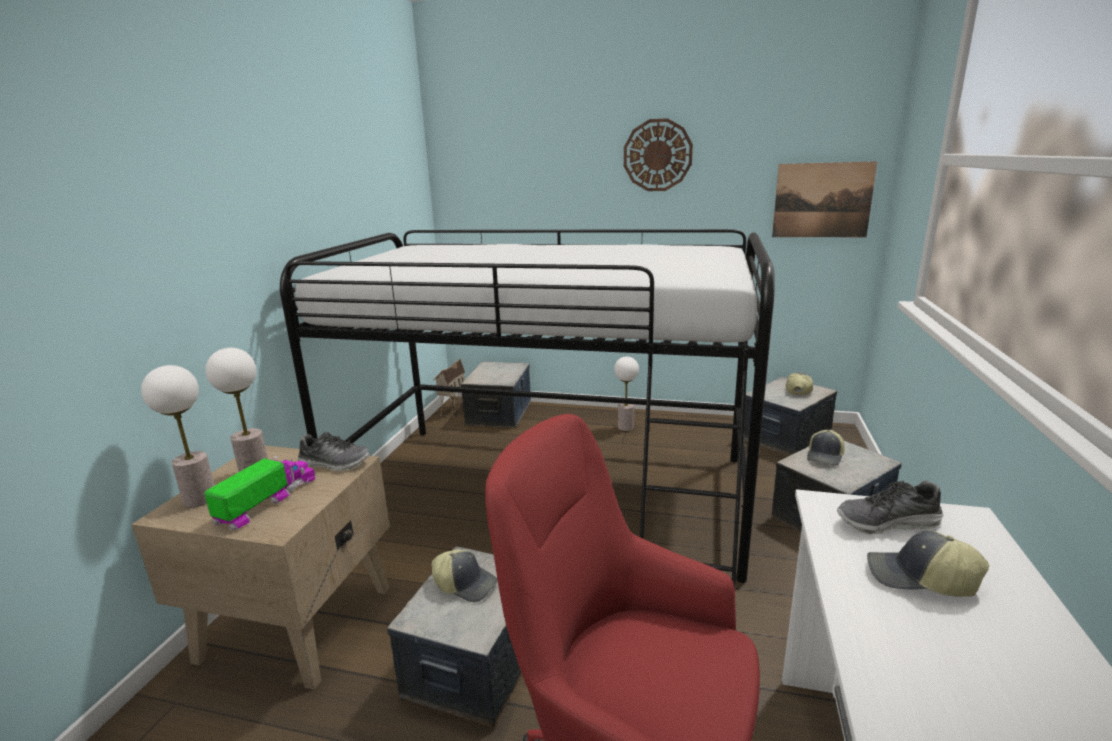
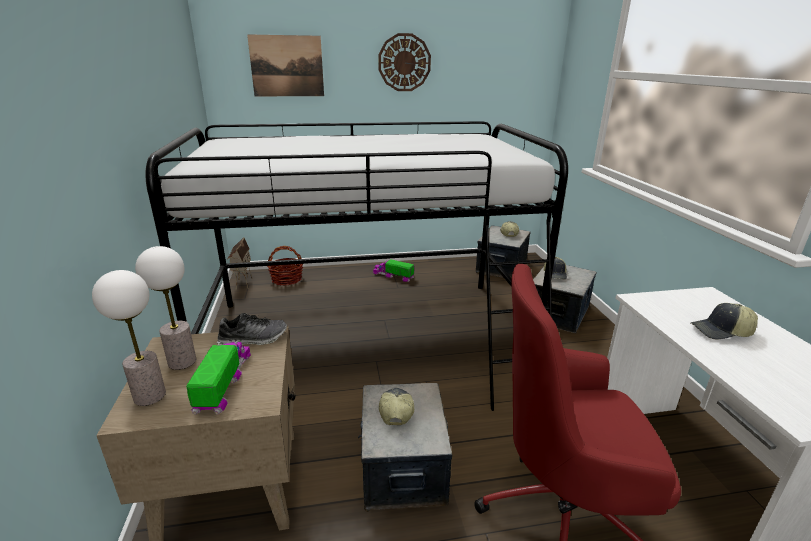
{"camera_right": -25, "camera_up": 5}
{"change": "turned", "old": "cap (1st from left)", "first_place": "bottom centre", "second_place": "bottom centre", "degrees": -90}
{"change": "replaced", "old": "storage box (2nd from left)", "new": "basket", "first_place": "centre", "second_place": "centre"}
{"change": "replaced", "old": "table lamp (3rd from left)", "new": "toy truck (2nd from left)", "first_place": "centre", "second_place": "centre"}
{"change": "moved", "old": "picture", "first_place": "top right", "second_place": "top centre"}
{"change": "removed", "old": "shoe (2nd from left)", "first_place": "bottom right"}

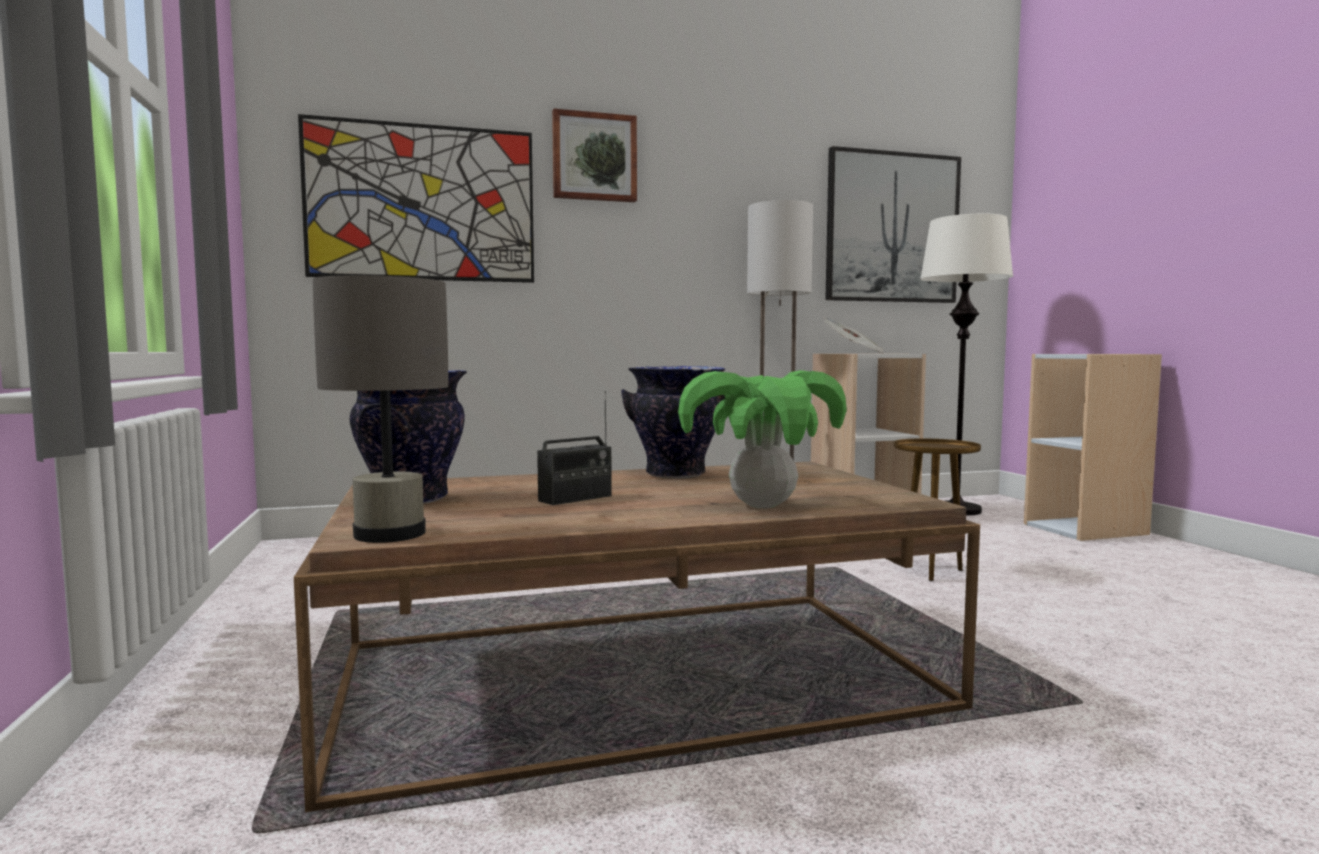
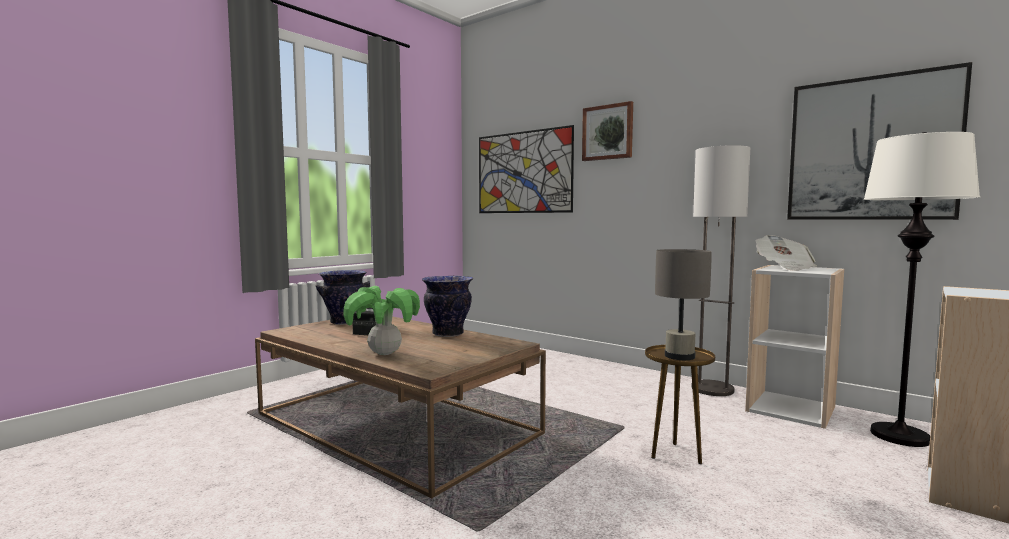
{"camera_right": 55, "camera_up": 0}
{"change": "moved", "old": "grey table lamp", "first_place": "middle left", "second_place": "middle right"}

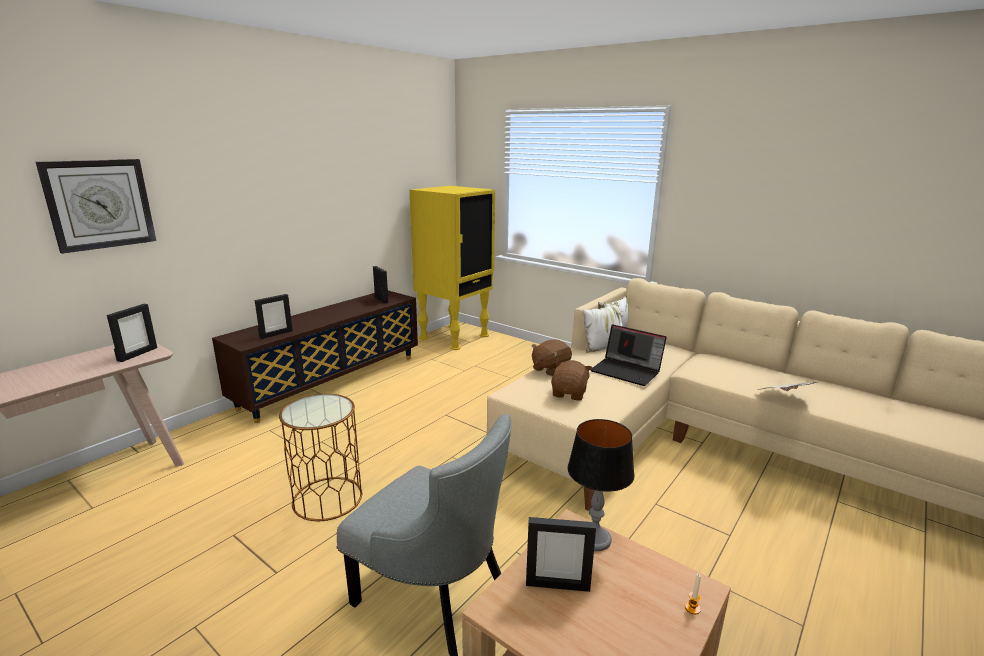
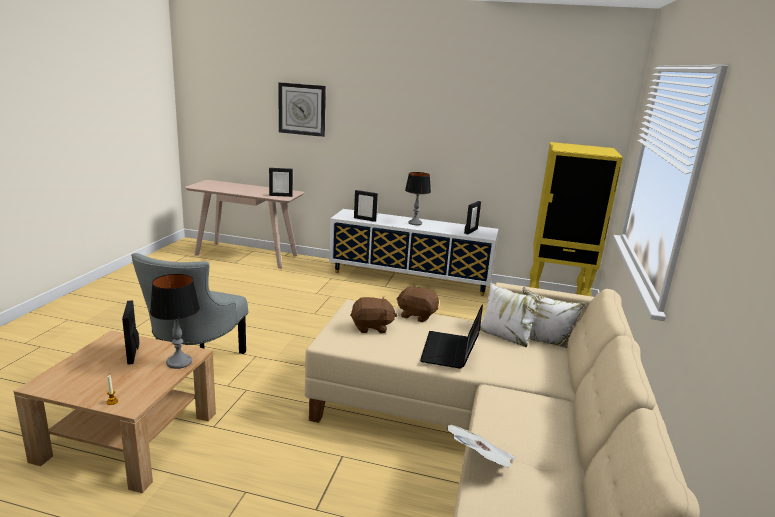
{"camera_right": 65, "camera_up": 0}
{"change": "recoloured", "old": "brown tv stand", "new": "white tv stand", "first_place": "middle left", "second_place": "centre"}
{"change": "removed", "old": "brown side table", "first_place": "bottom left"}
{"change": "added", "new": "table lamp (2nd from left)", "second_place": "centre"}

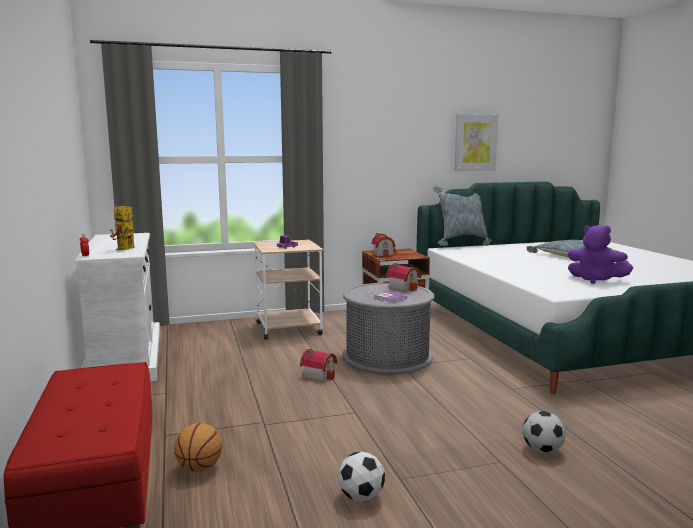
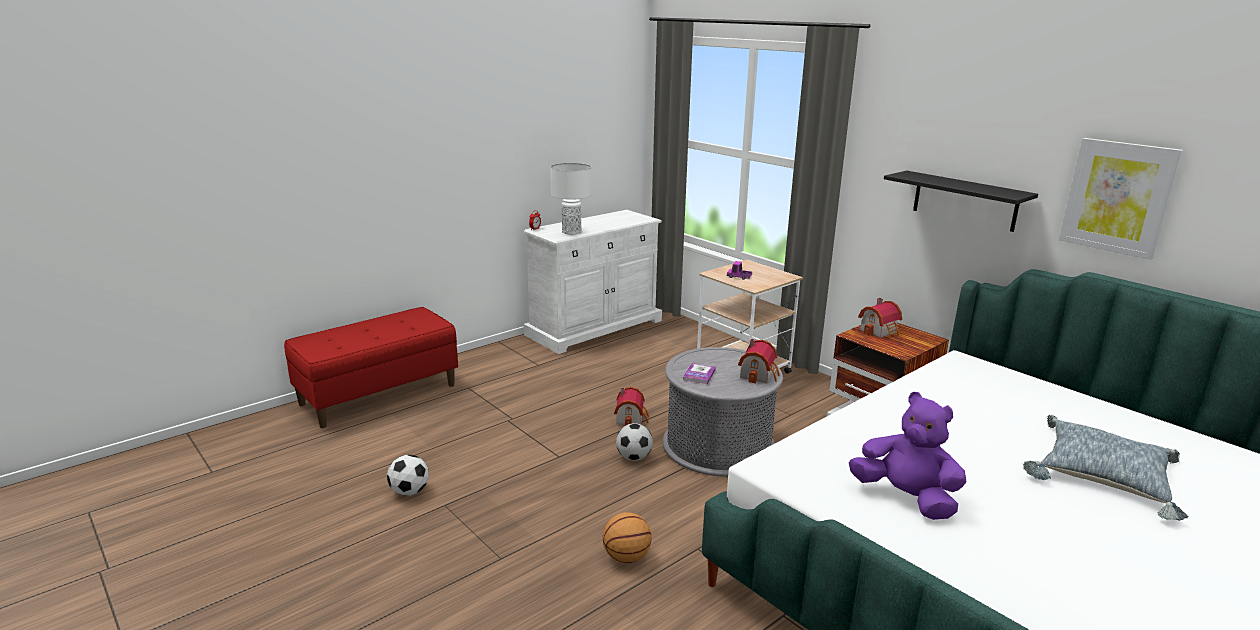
{"camera_right": 65, "camera_up": 10}
{"change": "replaced", "old": "toy robot", "new": "white table lamp", "first_place": "middle left", "second_place": "top centre"}
{"change": "moved", "old": "basketball", "first_place": "bottom left", "second_place": "bottom centre"}
{"change": "removed", "old": "pillow (1st from left)", "first_place": "middle right"}
{"change": "moved", "old": "football (2nd from left)", "first_place": "bottom right", "second_place": "bottom centre"}
{"change": "turned", "old": "purple plush toy", "first_place": "middle right", "second_place": "bottom right", "degrees": 120}
{"change": "added", "new": "black shelf", "second_place": "top right"}

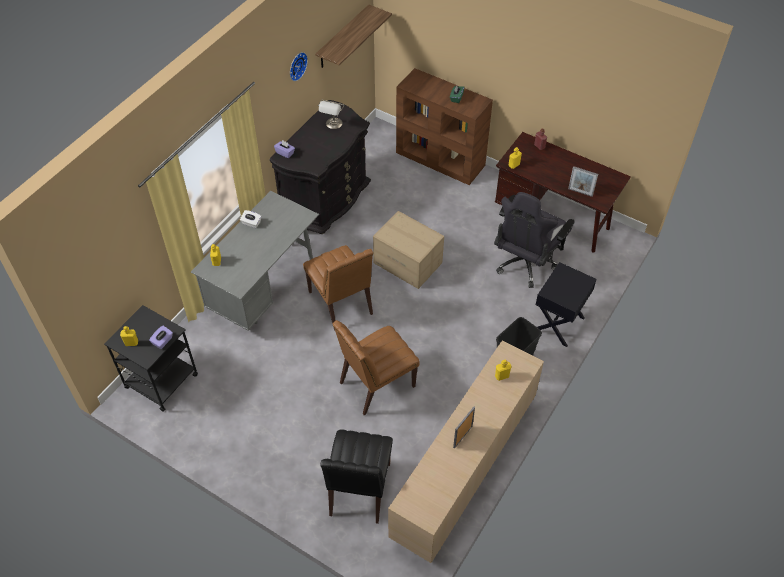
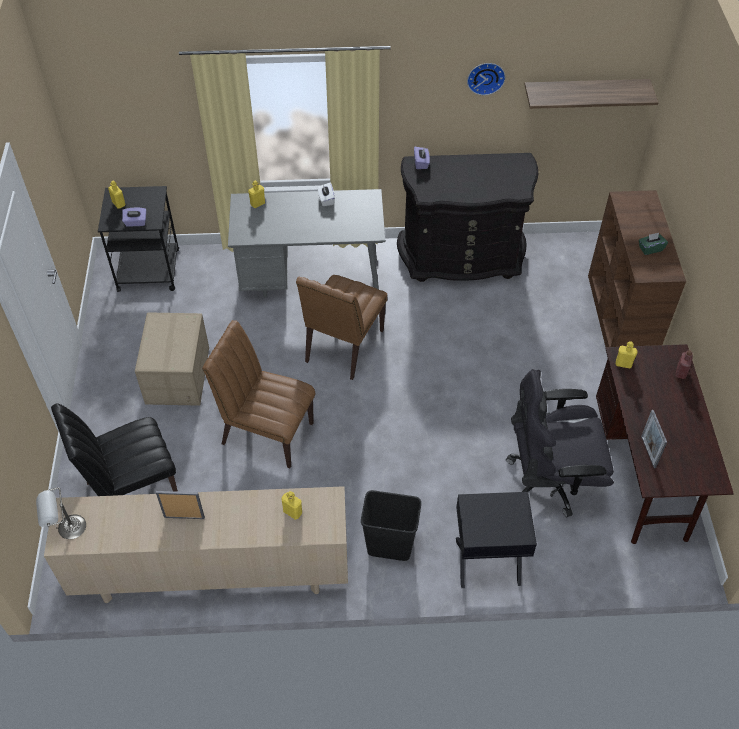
{"camera_right": 55, "camera_up": 0}
{"change": "moved", "old": "white table lamp", "first_place": "top centre", "second_place": "bottom left"}
{"change": "moved", "old": "cardboard box", "first_place": "centre", "second_place": "middle left"}

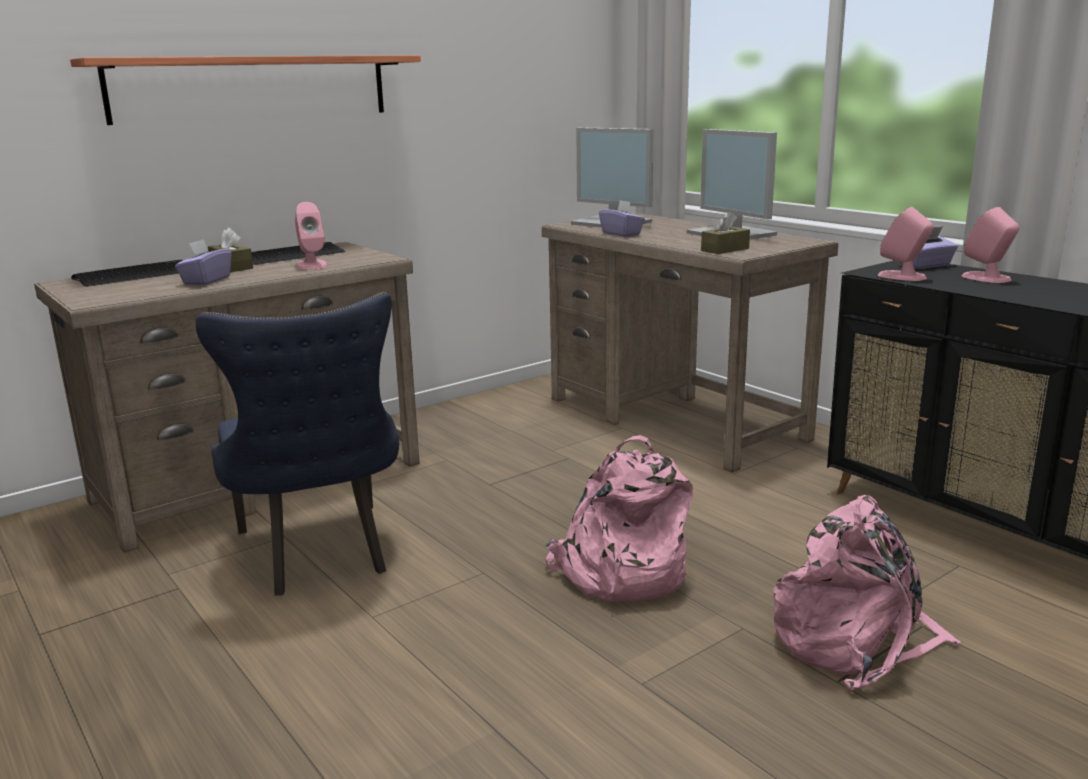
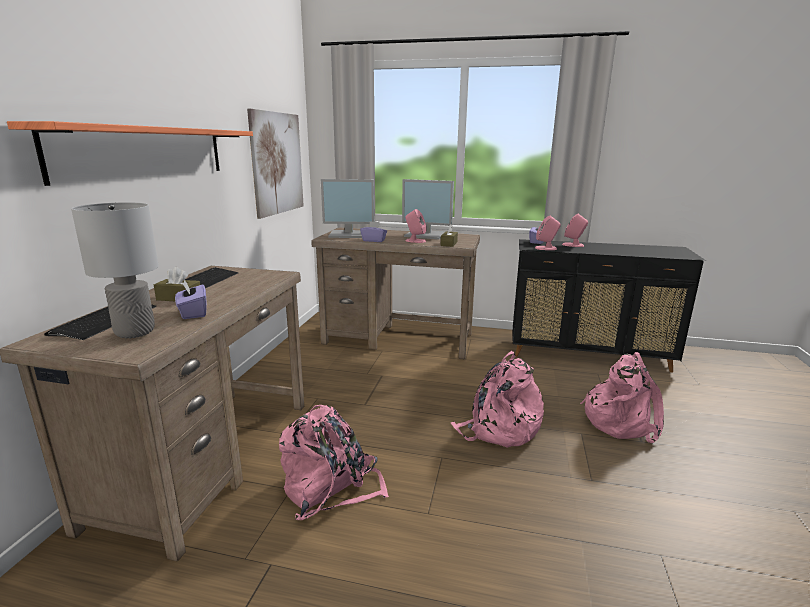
{"camera_right": -40, "camera_up": 0}
{"change": "replaced", "old": "blue chair", "new": "pink backpack (1st from left)", "first_place": "middle left", "second_place": "bottom centre"}
{"change": "moved", "old": "pink speaker (1st from left)", "first_place": "top left", "second_place": "centre"}
{"change": "added", "new": "grey table lamp", "second_place": "middle left"}
{"change": "added", "new": "picture", "second_place": "top centre"}

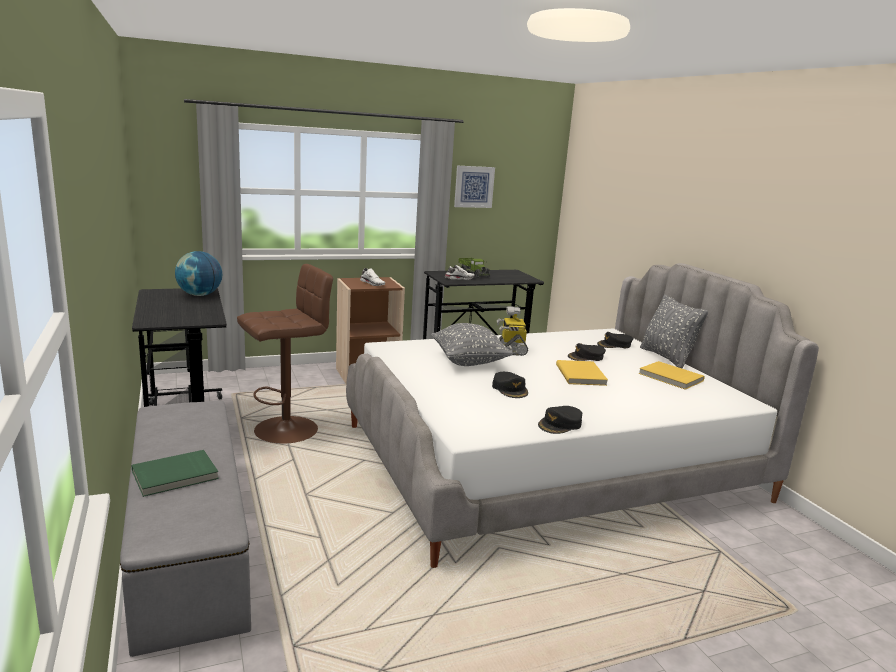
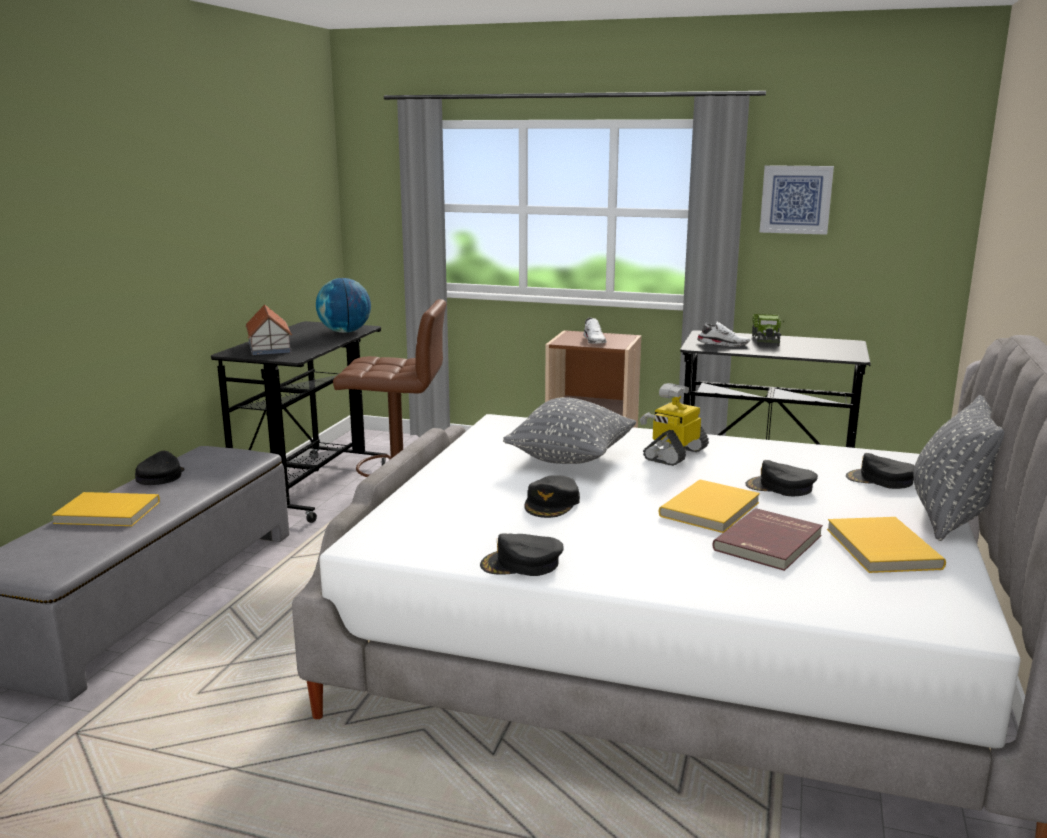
{"camera_right": 40, "camera_up": 0}
{"change": "recoloured", "old": "green book", "new": "yellow book (1st from left)", "first_place": "bottom left", "second_place": "middle left"}
{"change": "added", "new": "black cap (1st from left)", "second_place": "middle left"}
{"change": "added", "new": "toy house", "second_place": "middle left"}
{"change": "added", "new": "red book", "second_place": "middle right"}

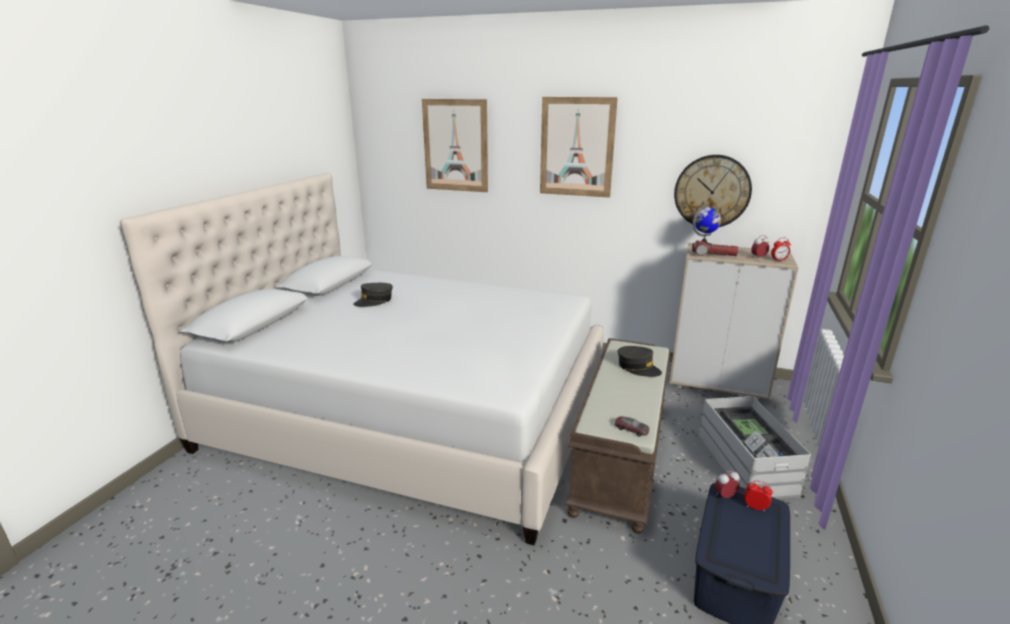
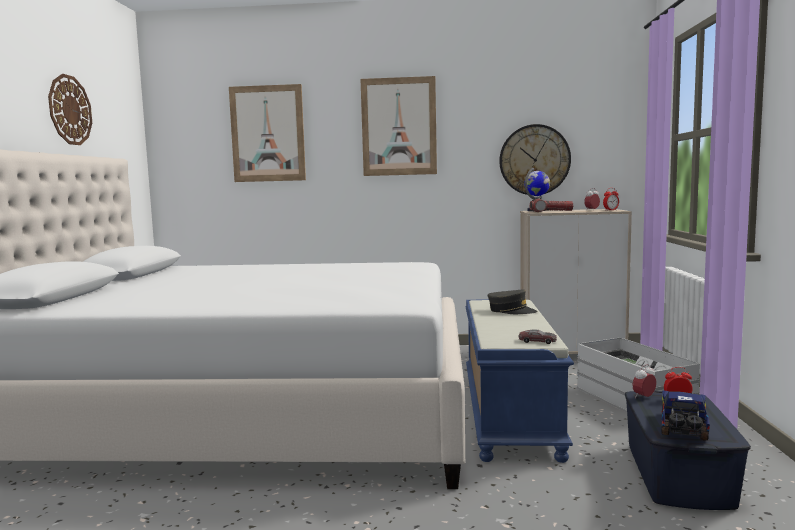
{"camera_right": -15, "camera_up": -15}
{"change": "removed", "old": "grey cap (1st from left)", "first_place": "centre"}
{"change": "recoloured", "old": "brown bench", "new": "blue bench", "first_place": "bottom centre", "second_place": "bottom centre"}
{"change": "added", "new": "wall clock (1st from left)", "second_place": "top left"}
{"change": "added", "new": "toy truck", "second_place": "bottom right"}

